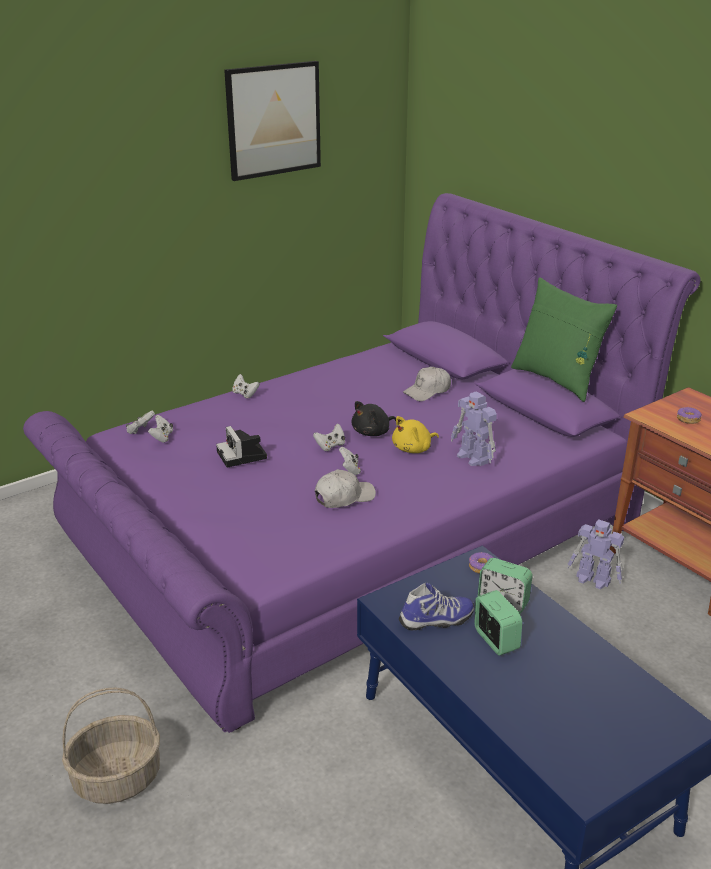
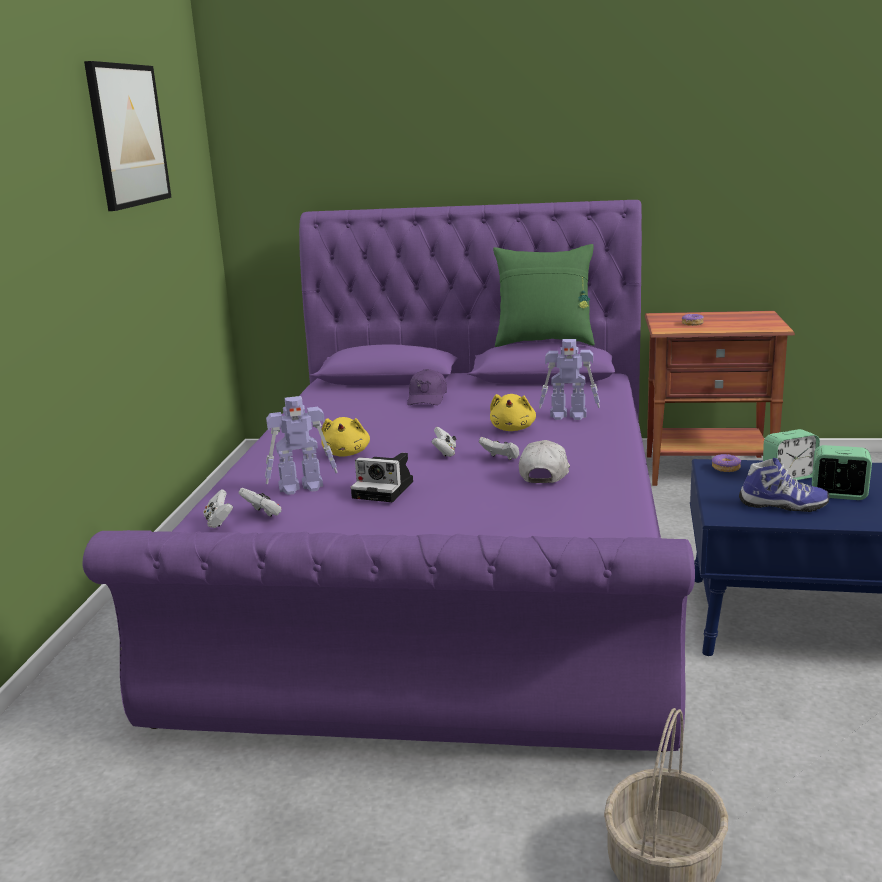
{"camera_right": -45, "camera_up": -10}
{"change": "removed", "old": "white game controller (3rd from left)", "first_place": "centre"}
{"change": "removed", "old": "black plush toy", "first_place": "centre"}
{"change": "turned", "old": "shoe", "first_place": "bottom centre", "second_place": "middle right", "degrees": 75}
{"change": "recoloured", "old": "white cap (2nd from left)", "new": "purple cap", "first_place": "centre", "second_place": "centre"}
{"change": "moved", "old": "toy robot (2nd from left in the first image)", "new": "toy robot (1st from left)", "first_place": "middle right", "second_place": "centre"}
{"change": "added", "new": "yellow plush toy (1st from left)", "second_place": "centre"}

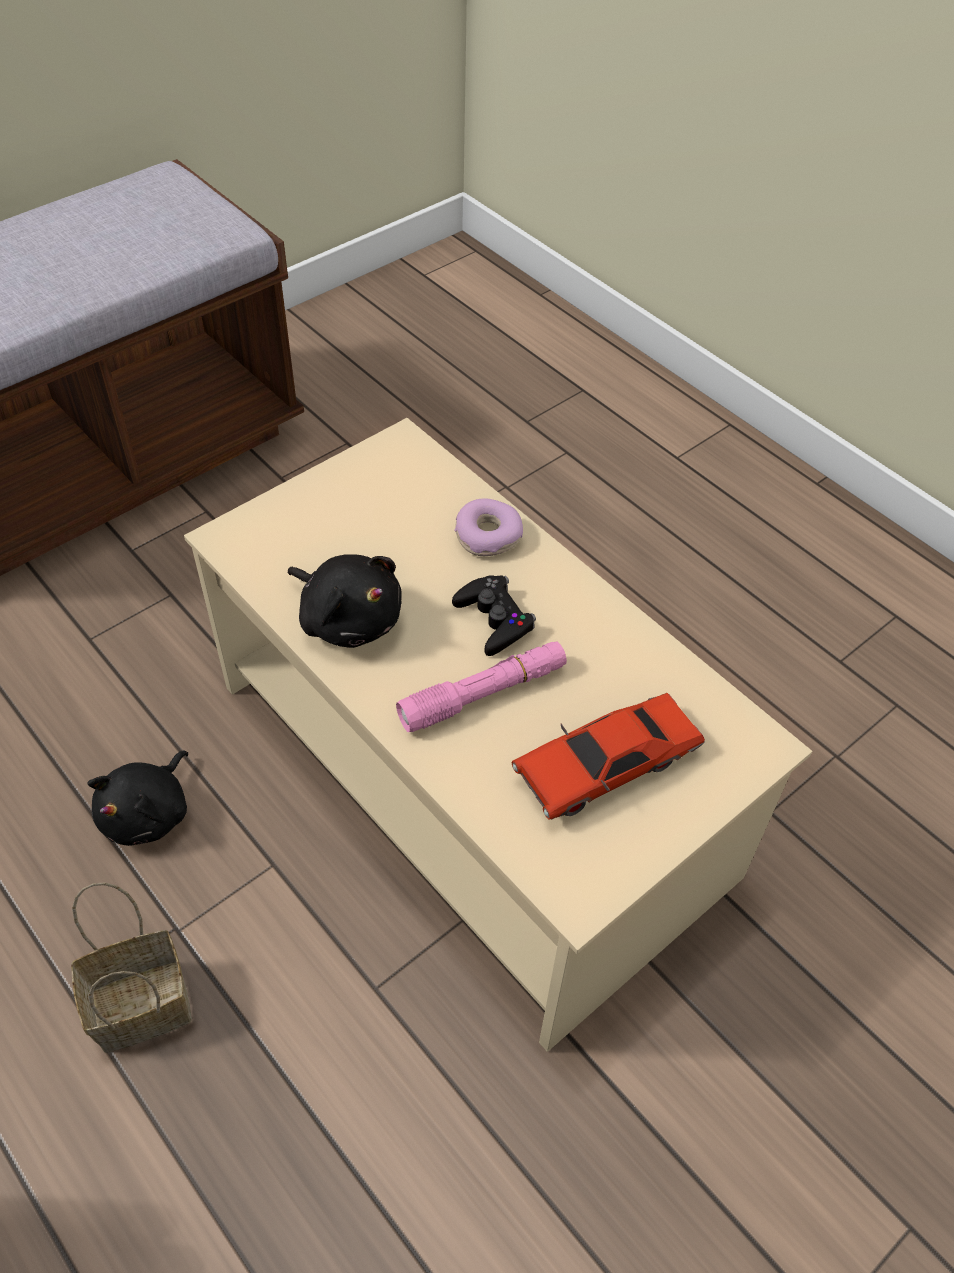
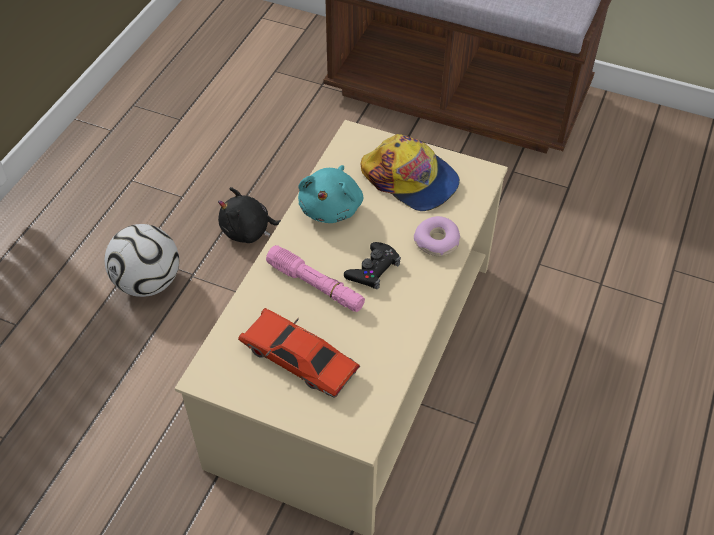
{"camera_right": 65, "camera_up": 0}
{"change": "replaced", "old": "basket", "new": "football", "first_place": "bottom left", "second_place": "middle left"}
{"change": "recoloured", "old": "black plush toy (2nd from left)", "new": "turquoise plush toy", "first_place": "centre", "second_place": "centre"}
{"change": "added", "new": "cap", "second_place": "top centre"}

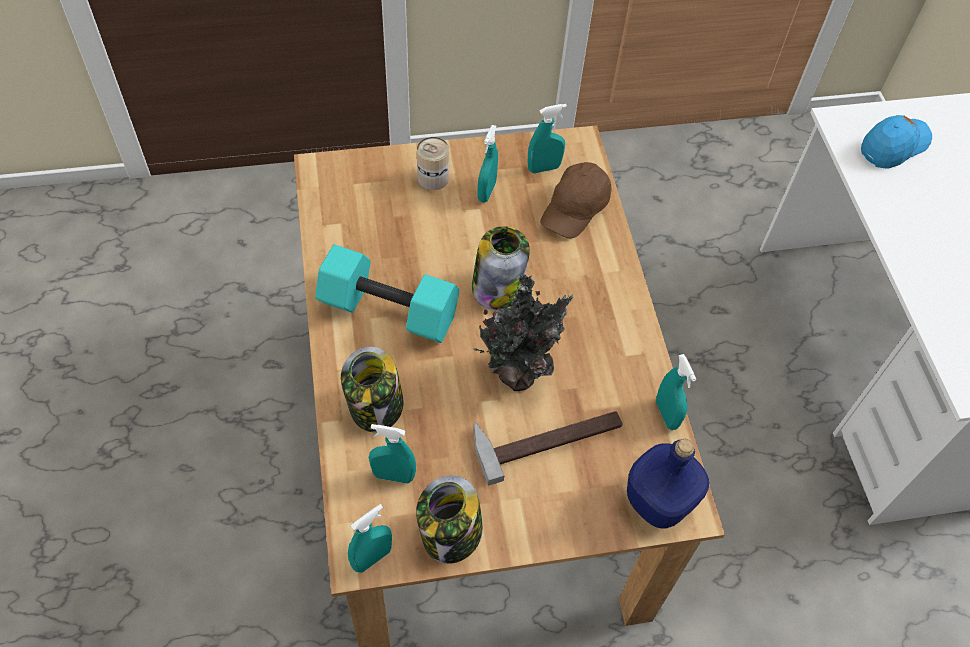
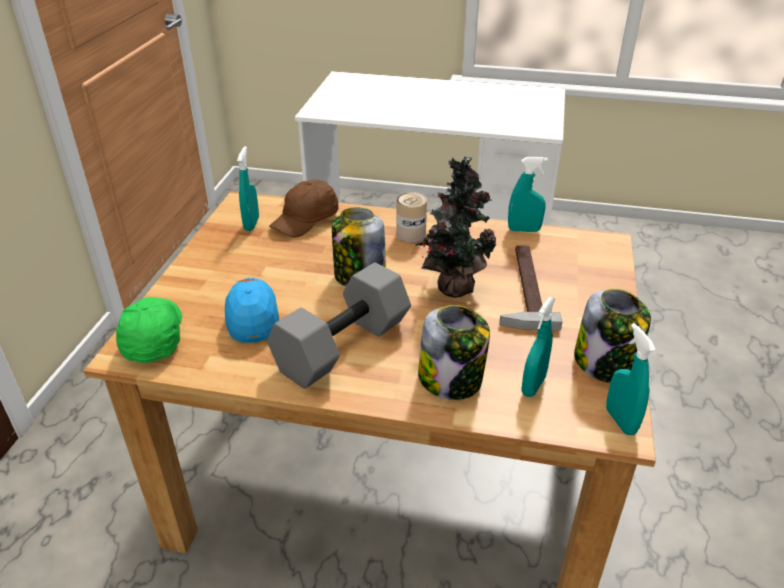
{"camera_right": -65, "camera_up": -20}
{"change": "recoloured", "old": "turquoise dumbbell", "new": "grey dumbbell", "first_place": "centre", "second_place": "centre"}
{"change": "moved", "old": "can", "first_place": "top centre", "second_place": "centre"}
{"change": "removed", "old": "turquoise spray bottle (3rd from left)", "first_place": "top centre"}
{"change": "turned", "old": "brown cap", "first_place": "top centre", "second_place": "centre", "degrees": 75}
{"change": "removed", "old": "blue bottle", "first_place": "bottom right"}
{"change": "moved", "old": "blue cap", "first_place": "top right", "second_place": "middle left"}
{"change": "added", "new": "green cap", "second_place": "middle left"}

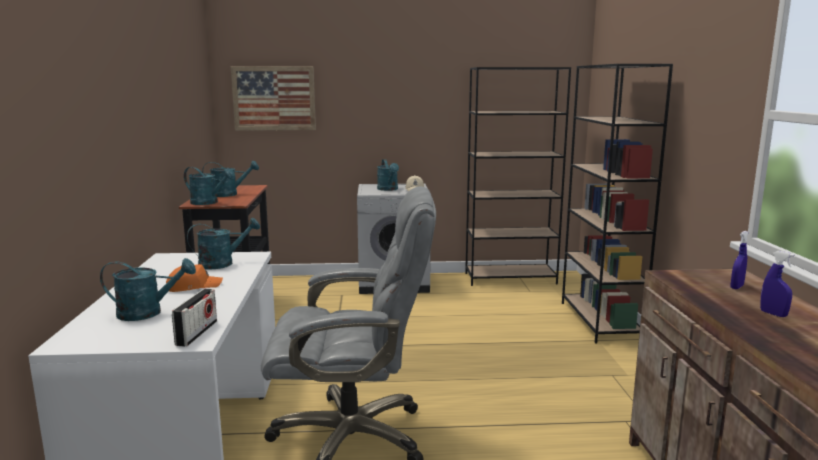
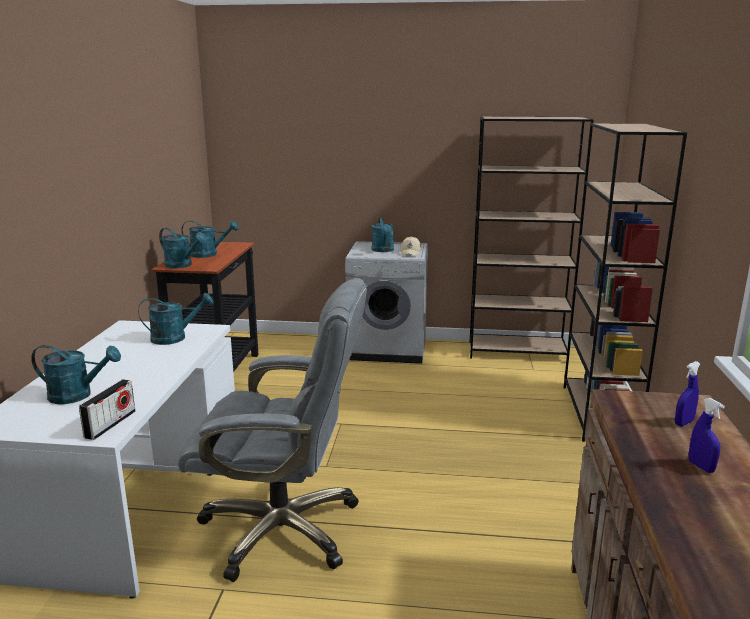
{"camera_right": 10, "camera_up": 5}
{"change": "removed", "old": "orange cap", "first_place": "middle left"}
{"change": "removed", "old": "picture", "first_place": "top centre"}

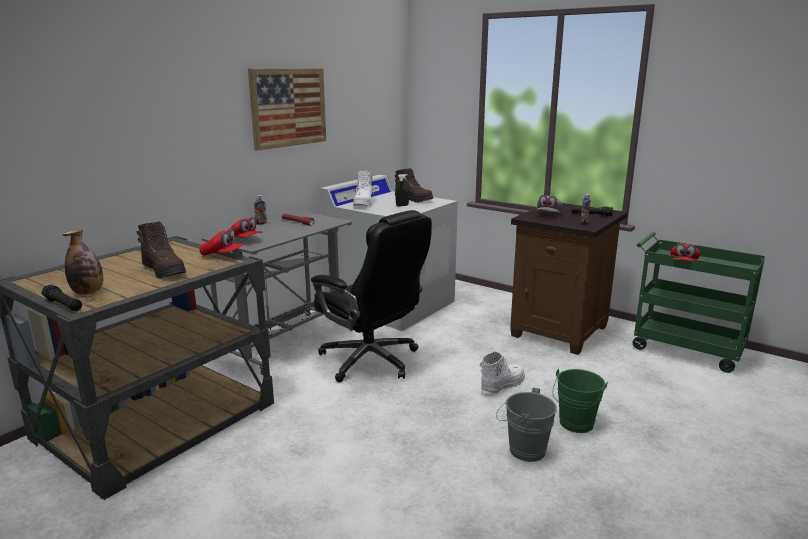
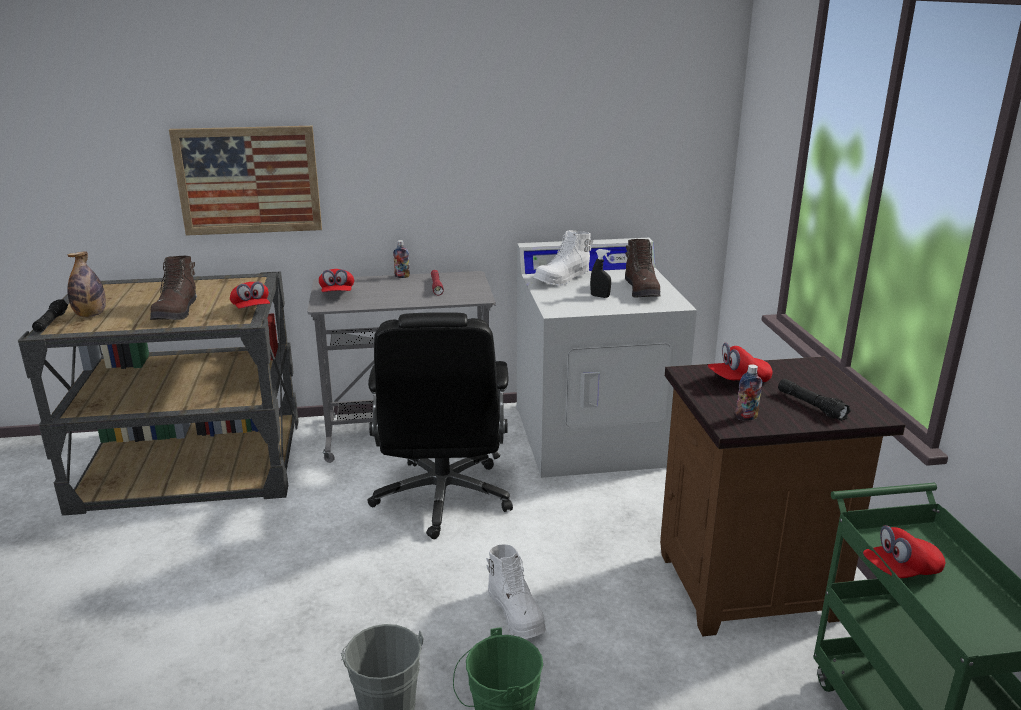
{"camera_right": 45, "camera_up": 5}
{"change": "moved", "old": "picture", "first_place": "top centre", "second_place": "top left"}
{"change": "turned", "old": "white boot (2nd from left in the first image)", "first_place": "bottom centre", "second_place": "bottom centre", "degrees": 60}
{"change": "recoloured", "old": "grey cap", "new": "red cap (3rd from left)", "first_place": "middle right", "second_place": "middle right"}

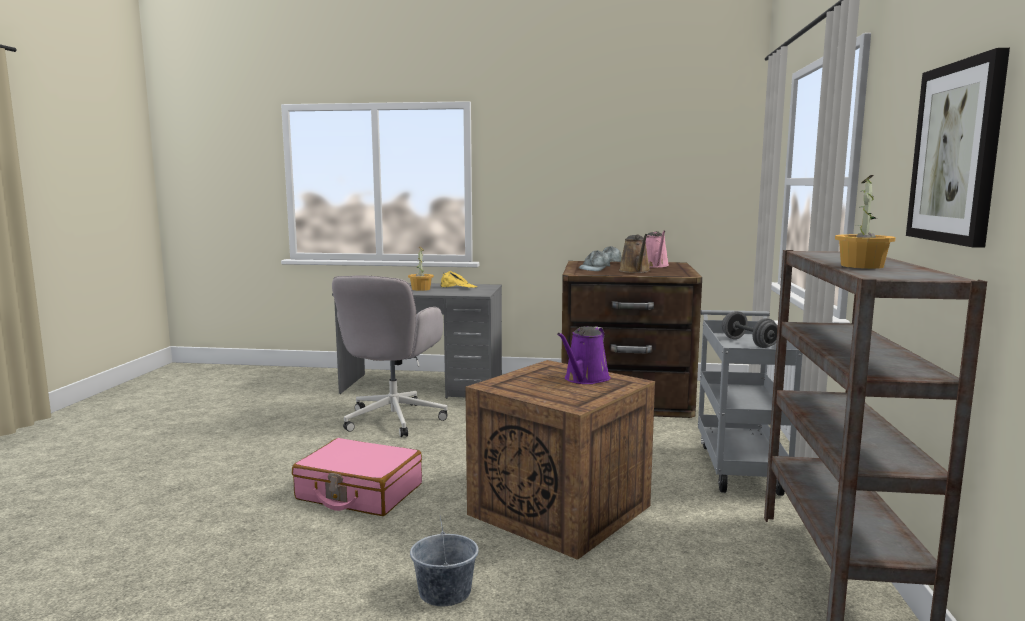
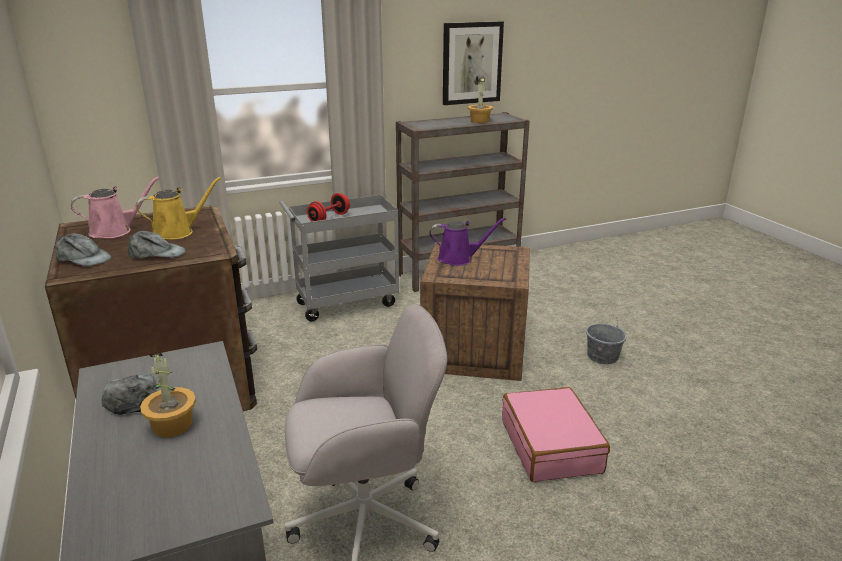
{"camera_right": -120, "camera_up": 15}
{"change": "recoloured", "old": "yellow cap", "new": "grey cap (2nd from left)", "first_place": "centre", "second_place": "bottom left"}
{"change": "recoloured", "old": "brown watering can", "new": "yellow watering can", "first_place": "centre", "second_place": "middle left"}
{"change": "recoloured", "old": "grey dumbbell", "new": "red dumbbell", "first_place": "middle right", "second_place": "centre"}

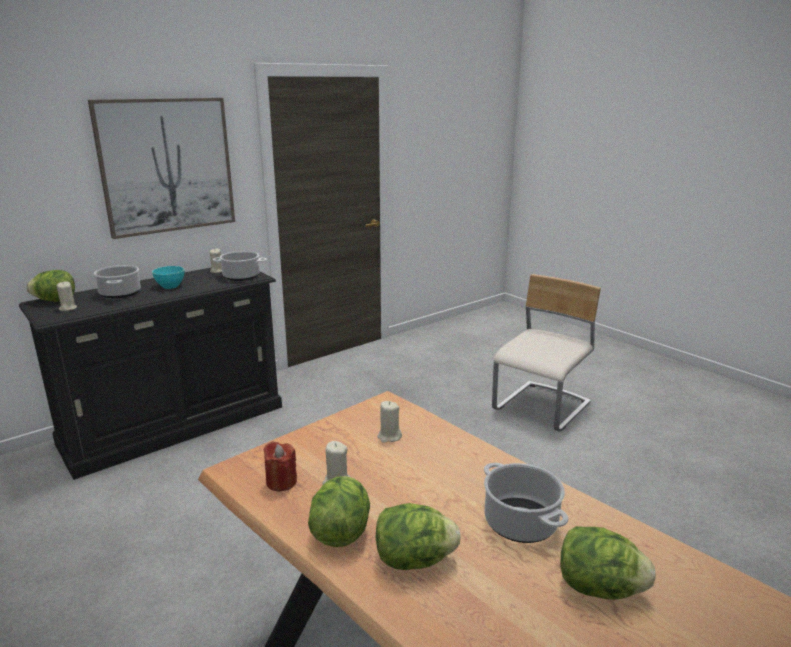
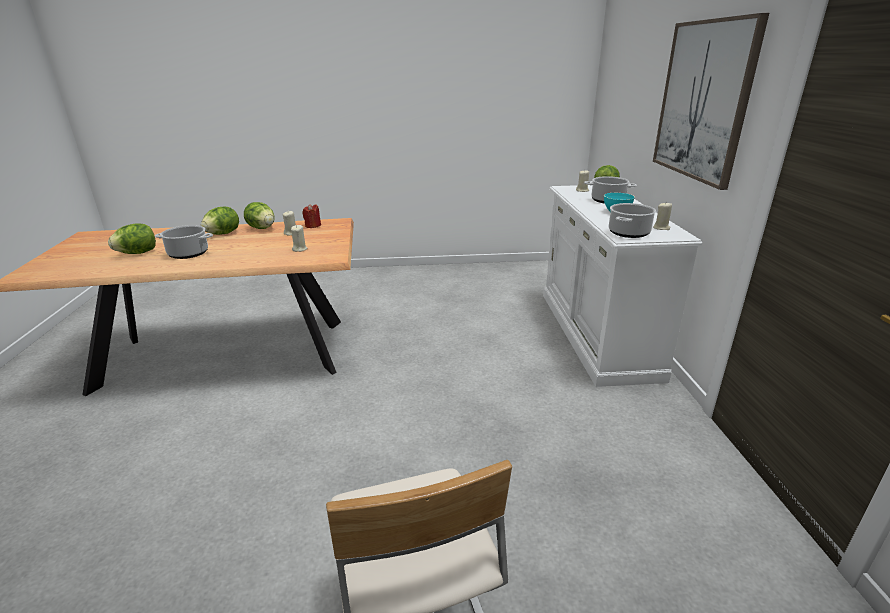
{"camera_right": 125, "camera_up": 5}
{"change": "recoloured", "old": "black cabinet", "new": "white cabinet", "first_place": "middle left", "second_place": "middle right"}

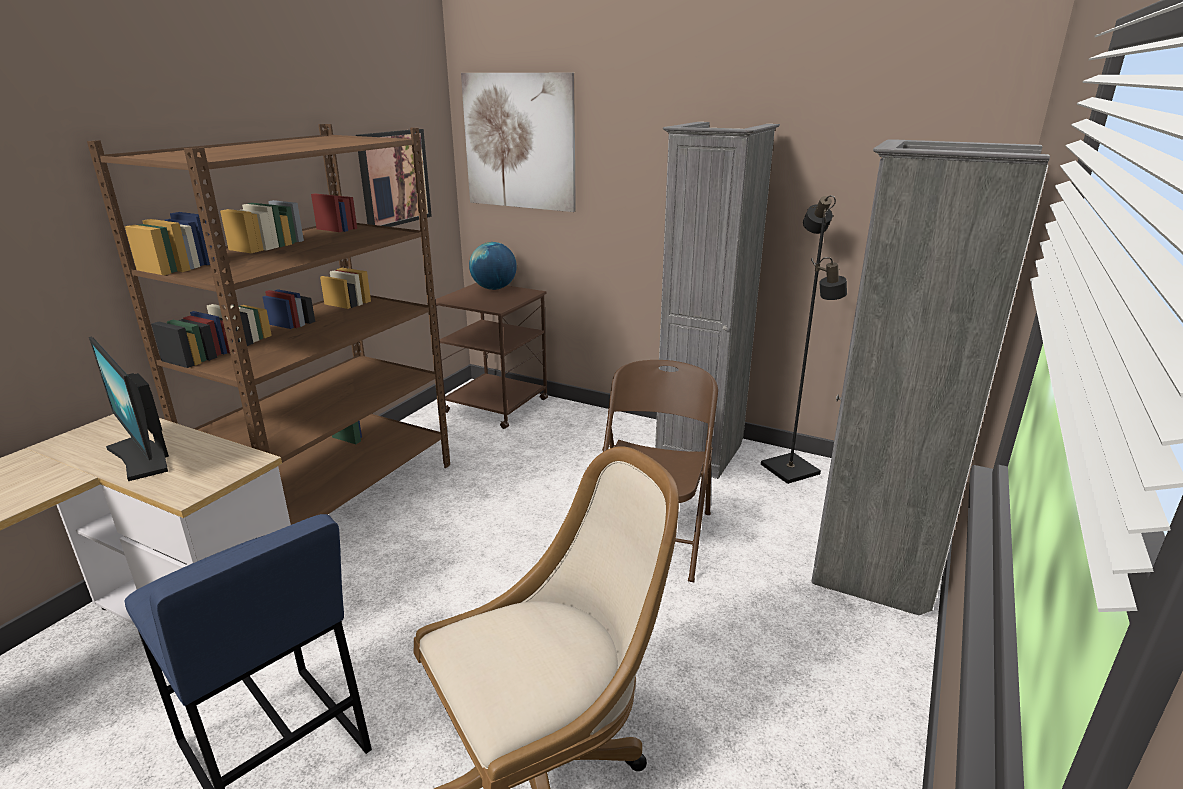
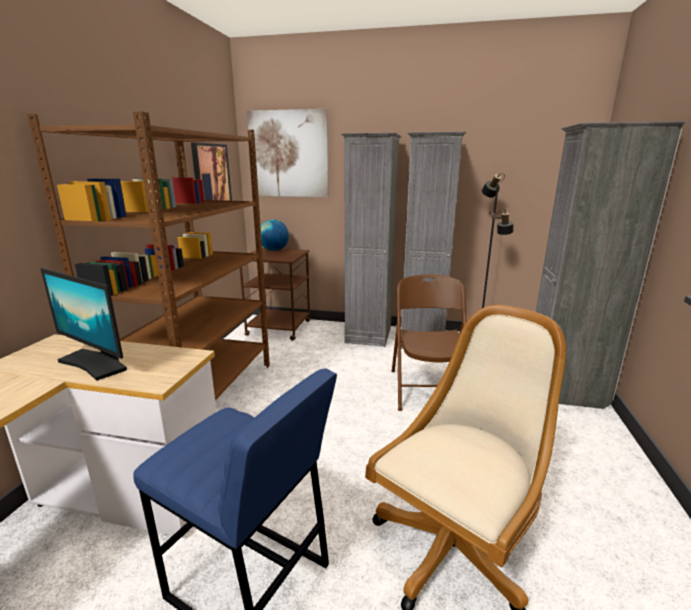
{"camera_right": -15, "camera_up": -5}
{"change": "added", "new": "grey cabinet (1st from left)", "second_place": "centre"}

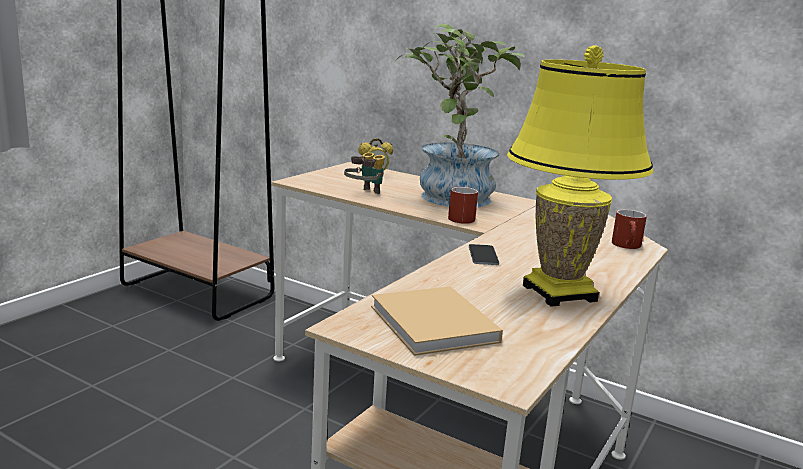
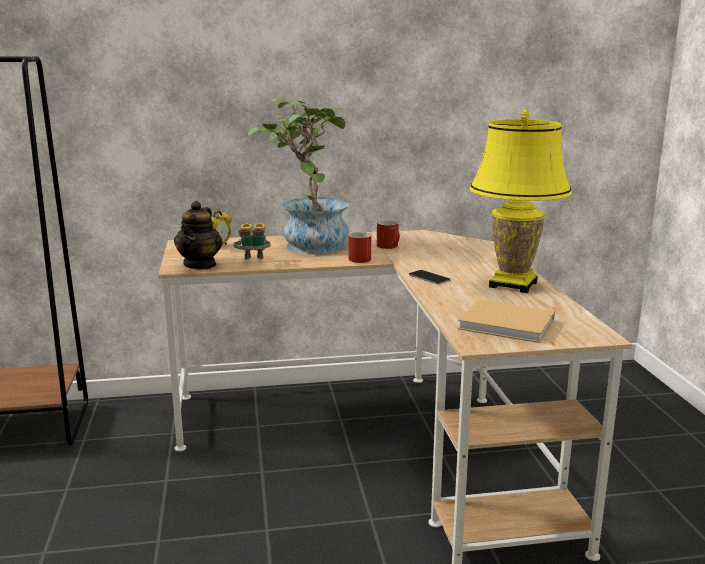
{"camera_right": -40, "camera_up": 0}
{"change": "moved", "old": "red mug (2nd from left)", "first_place": "middle right", "second_place": "centre"}
{"change": "added", "new": "teapot", "second_place": "middle left"}

